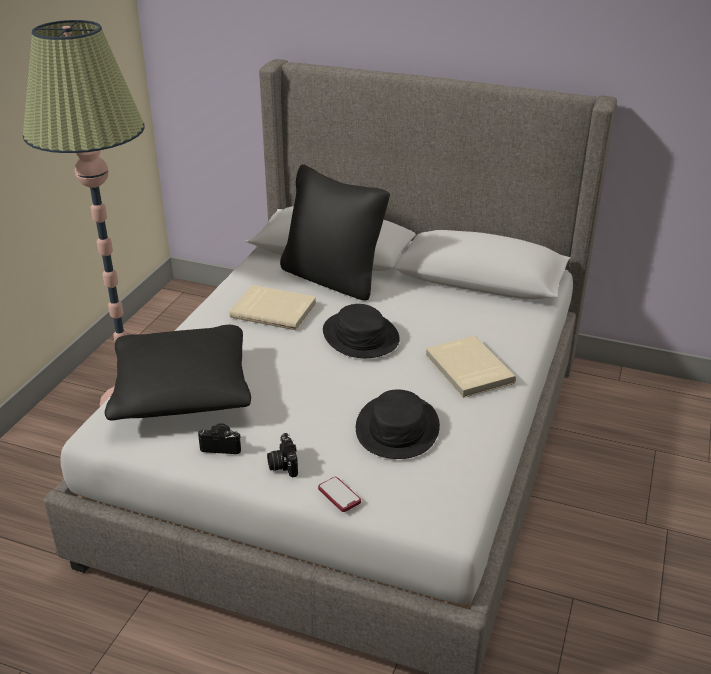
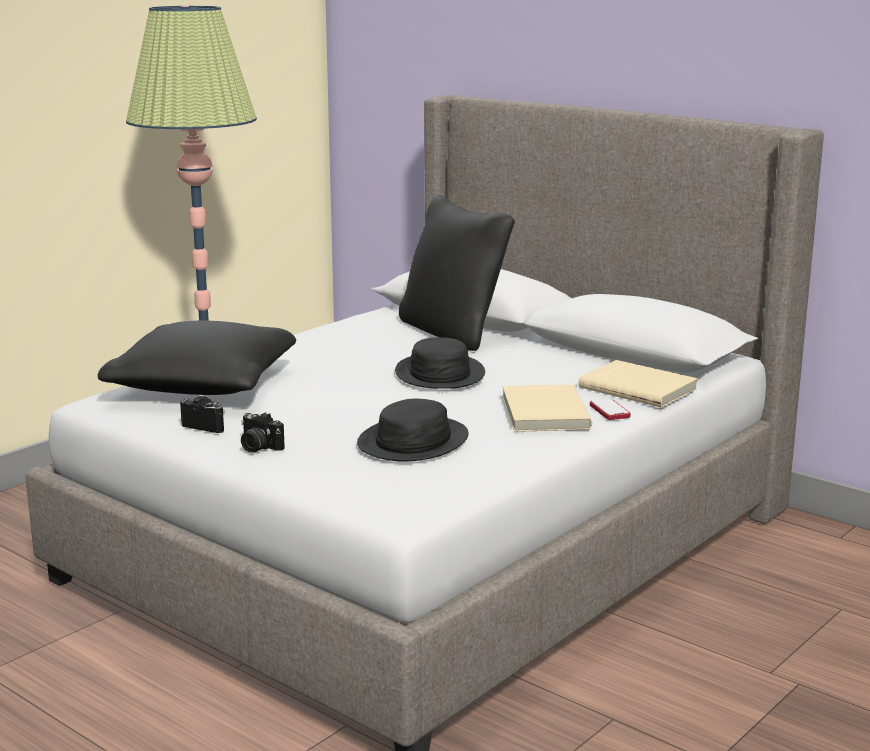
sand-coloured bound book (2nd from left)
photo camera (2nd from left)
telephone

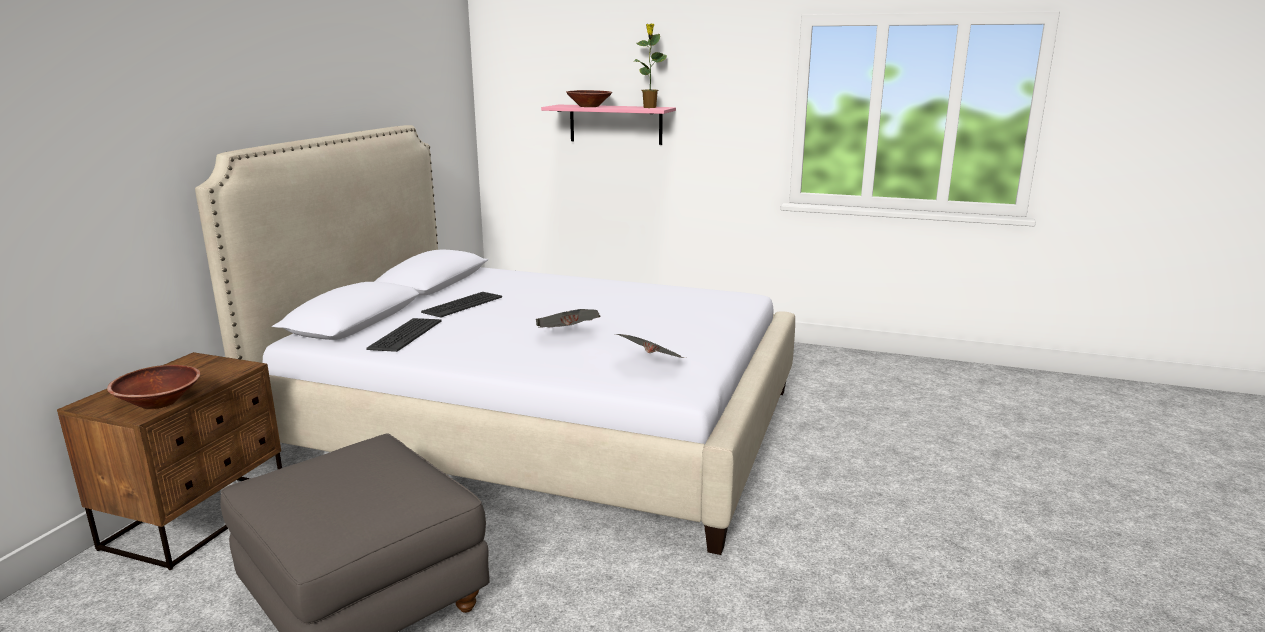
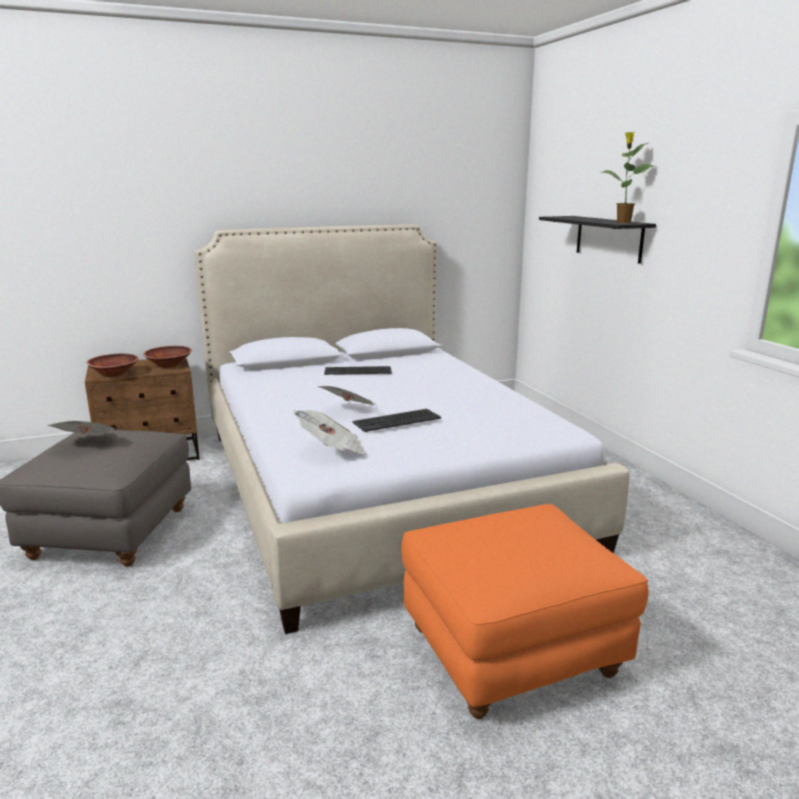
brown serving bowl (2nd from left)
black-coloured wall shelf
computer keyboard (2nd from left)
printed paper (1st from left)
orange-coloured pouffe

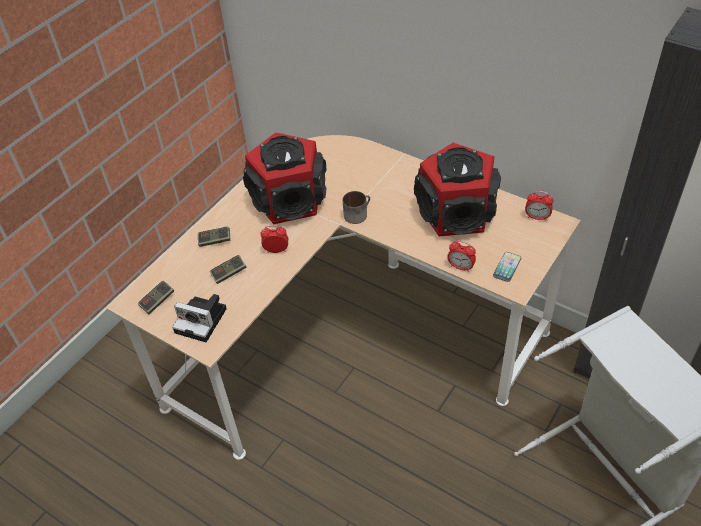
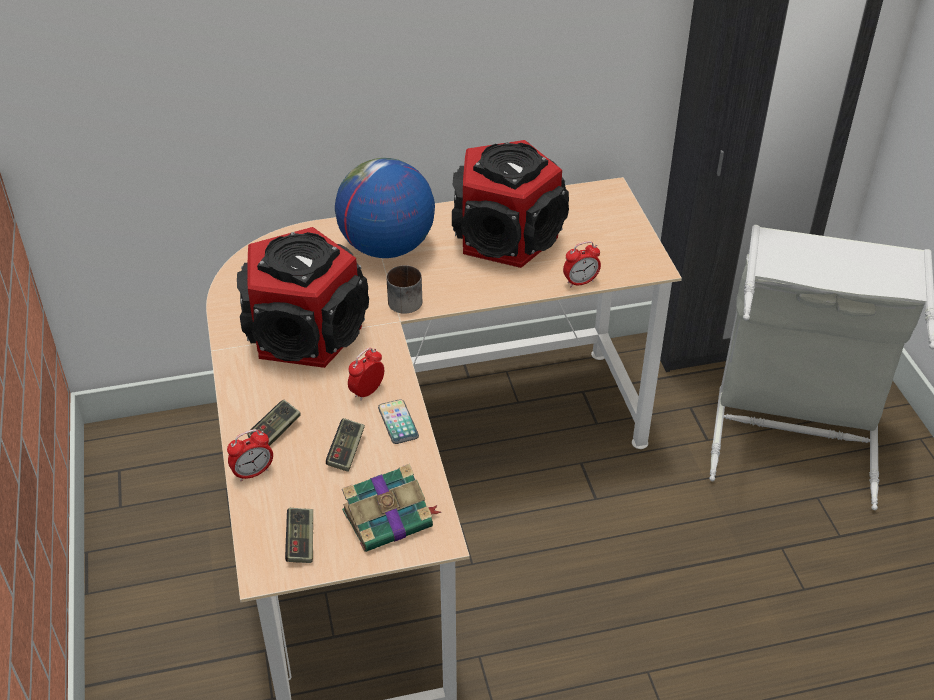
table clock (1st from left)
telephone
bound book
world globe

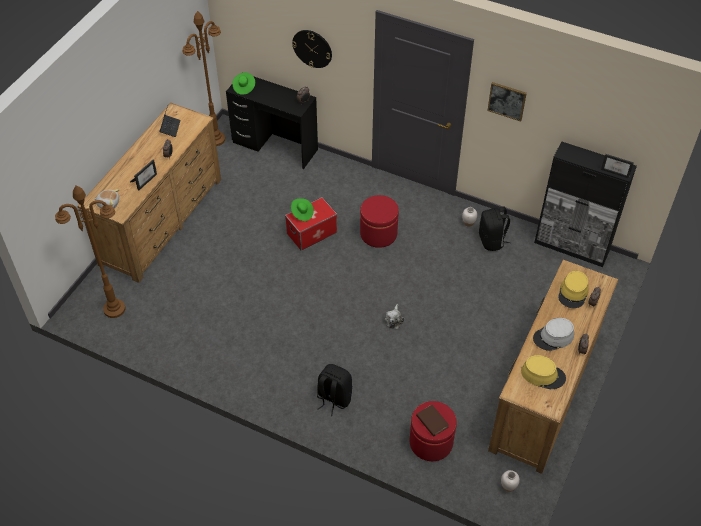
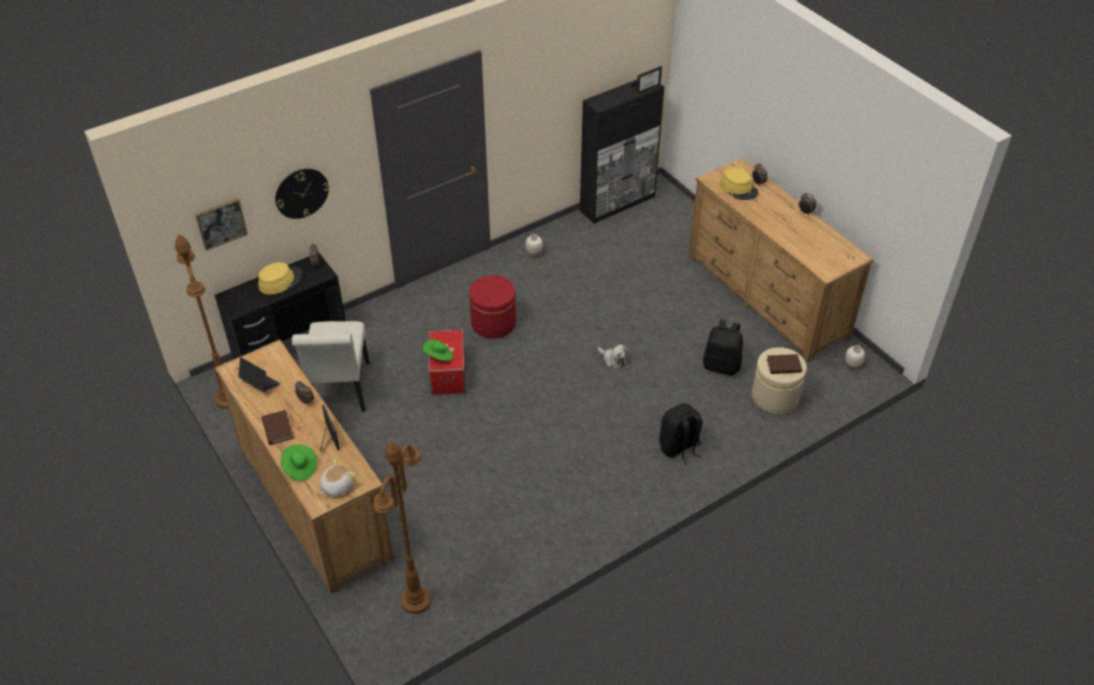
greenish clothing hat (1st from left)
wall art
black-coloured backpack (2nd from left)
gray clothing hat
yellow-coloured clothing hat (1st from left)
sand-coloured pouffe
white upright chair
brown bound book (1st from left)

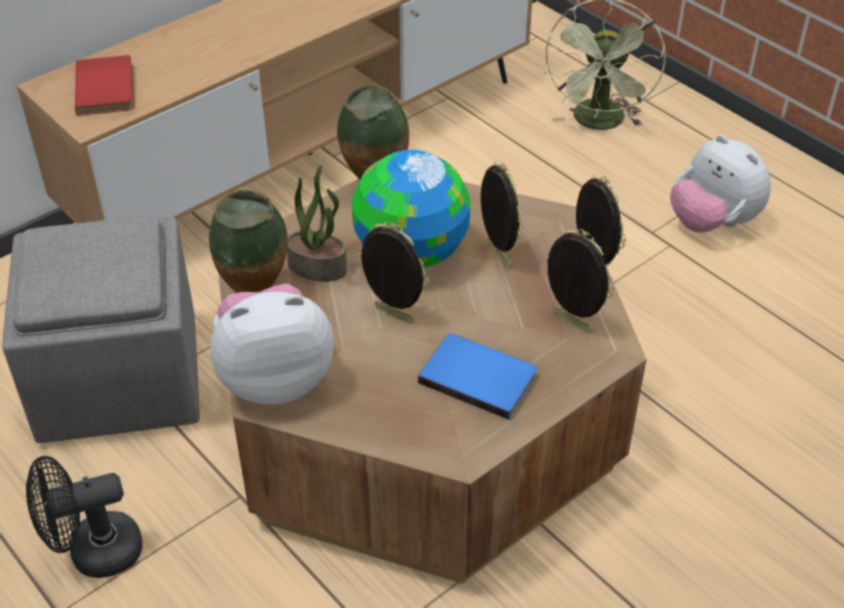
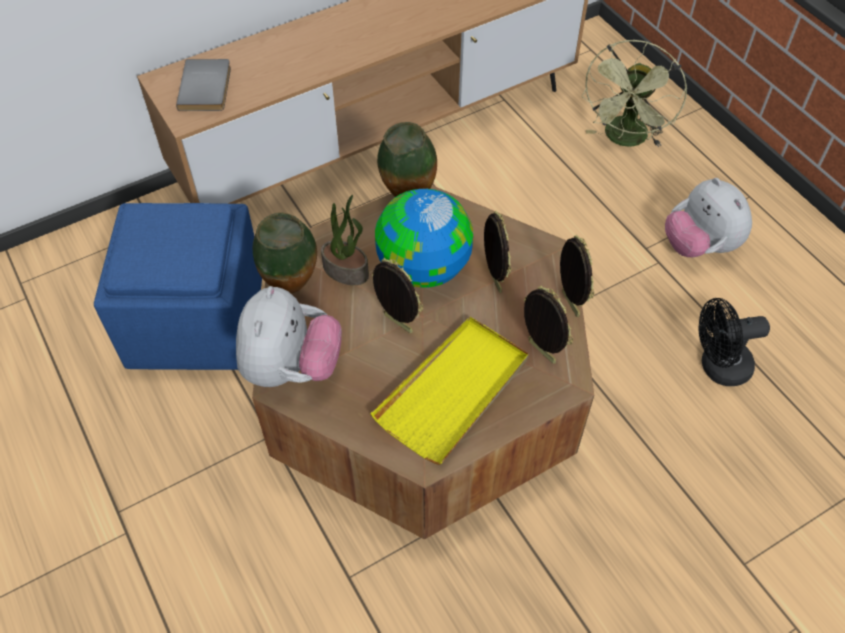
gray bound book
blue-coloured pouffe
cuddly toy (1st from left)
yellow-coloured carrying tray
black-coloured fan

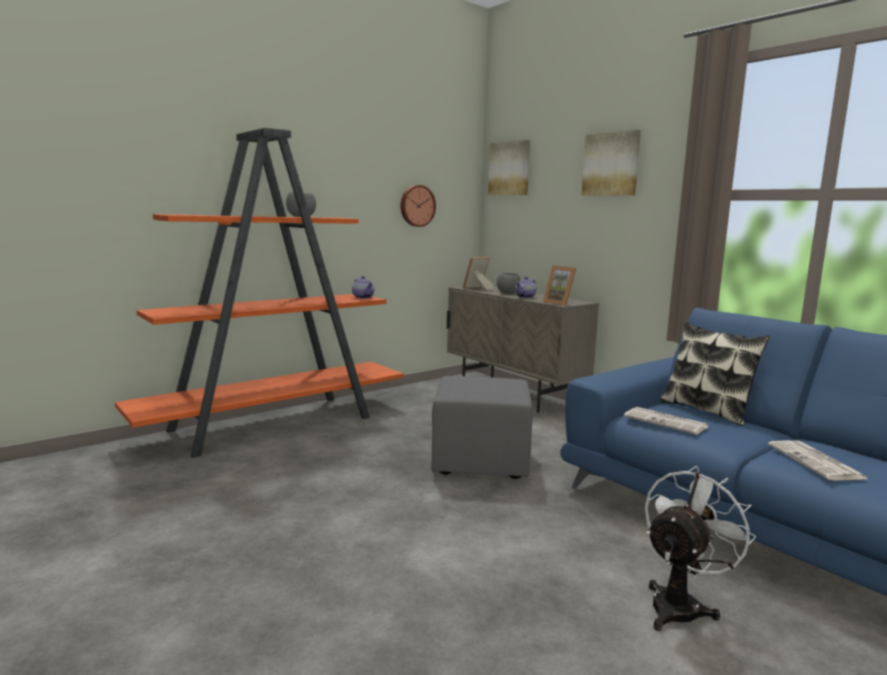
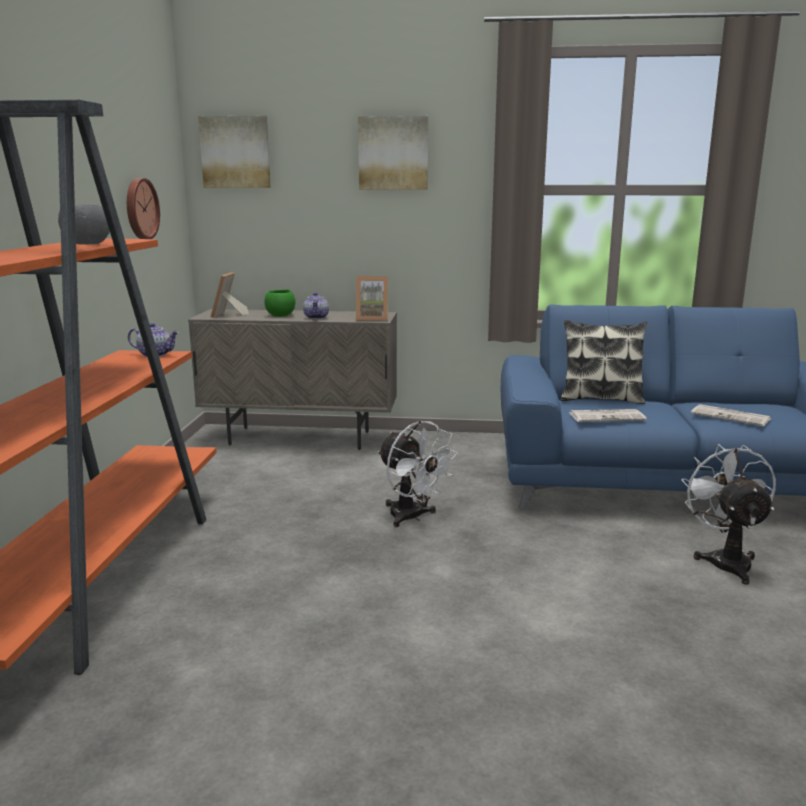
greenish serving bowl
white fan (1st from left)

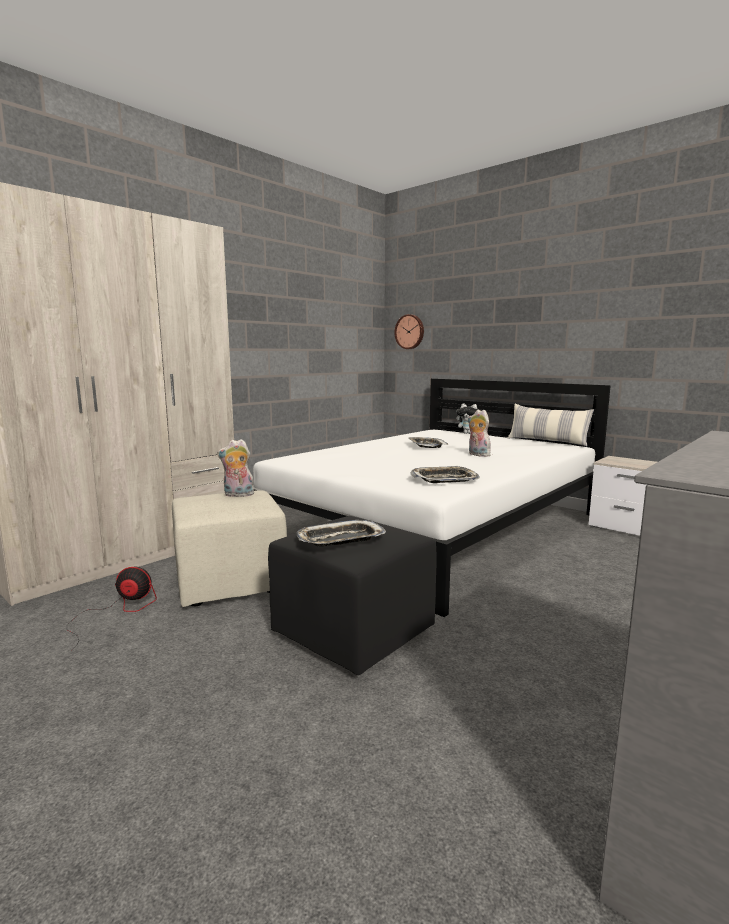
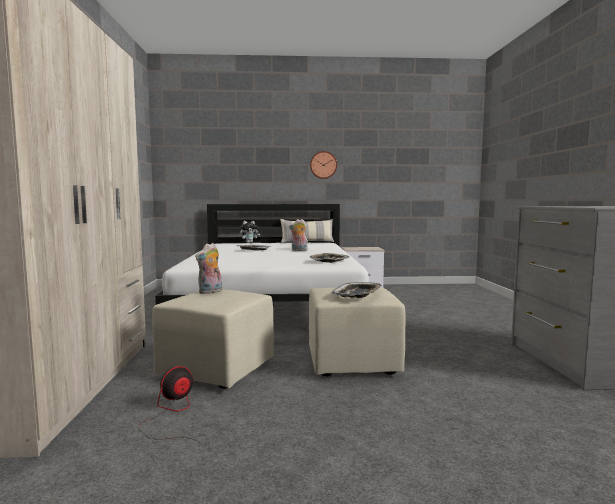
wall clock
sand-coloured pouffe (2nd from left)

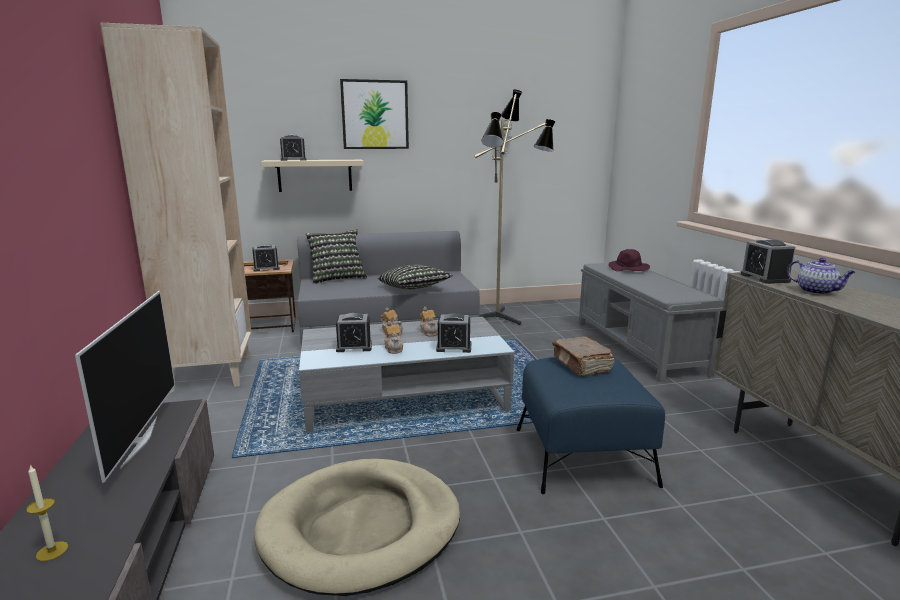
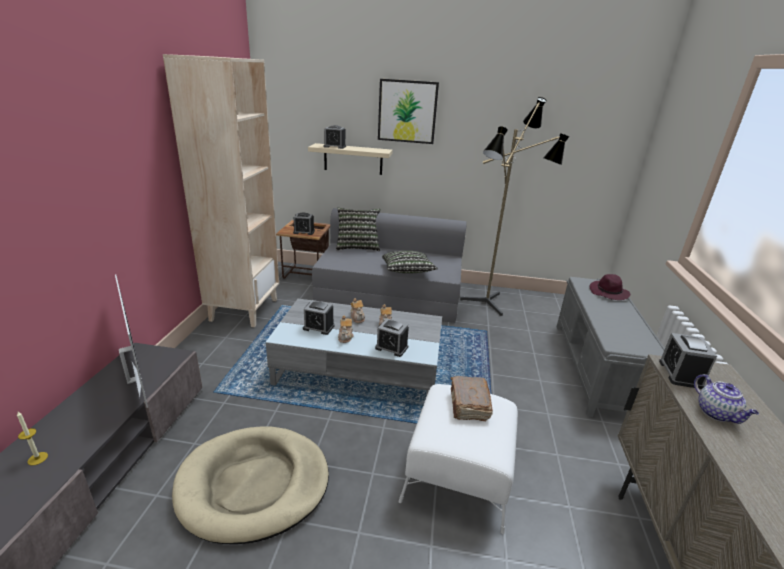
TV
white pouffe

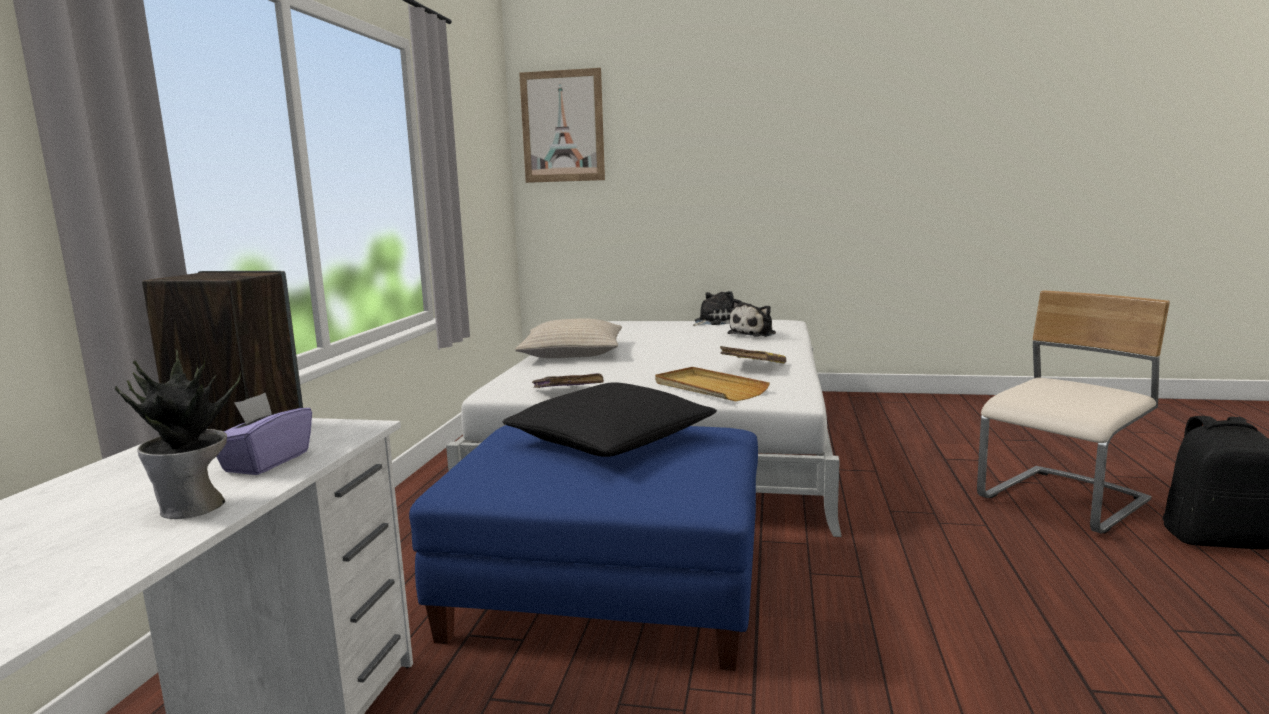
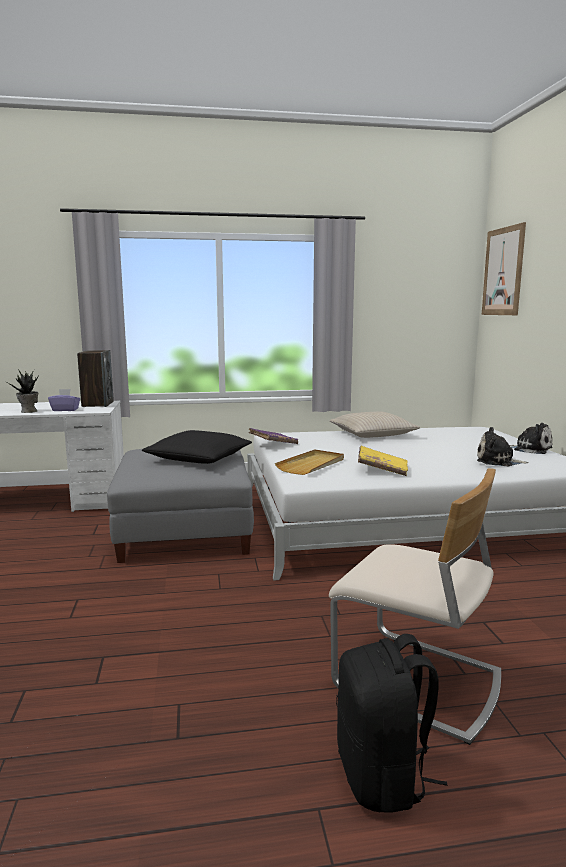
gray pouffe

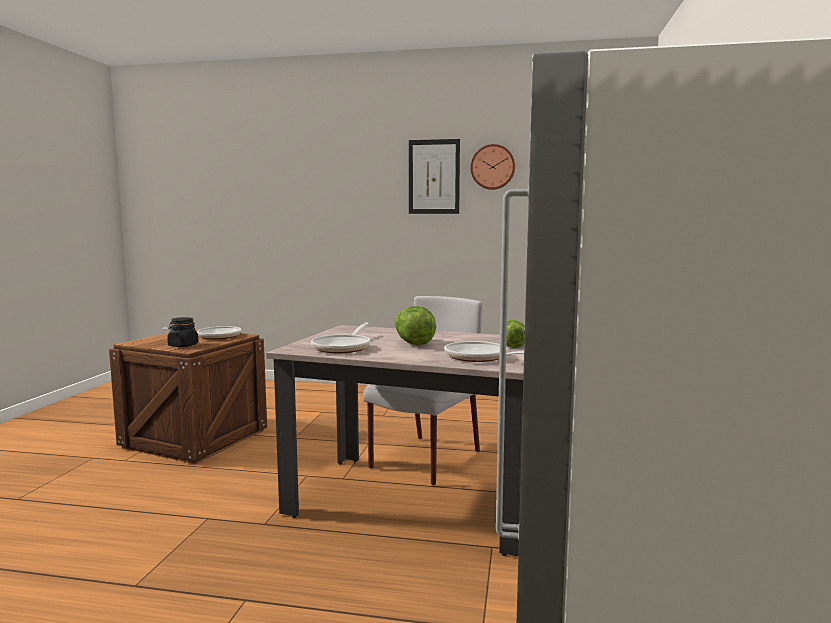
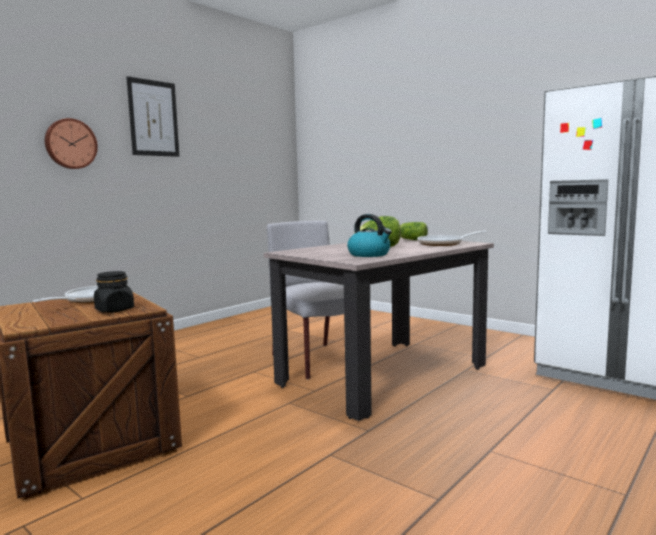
wall clock
kettle

